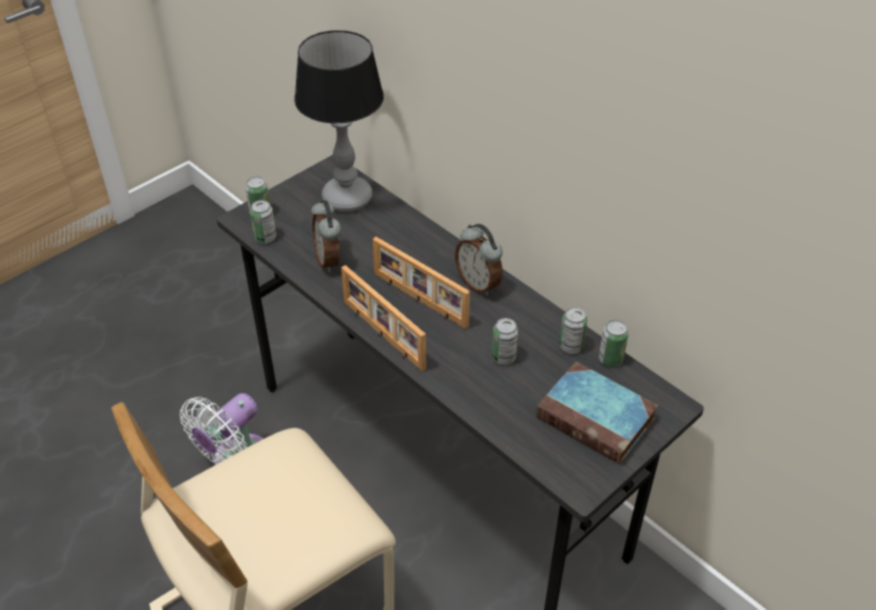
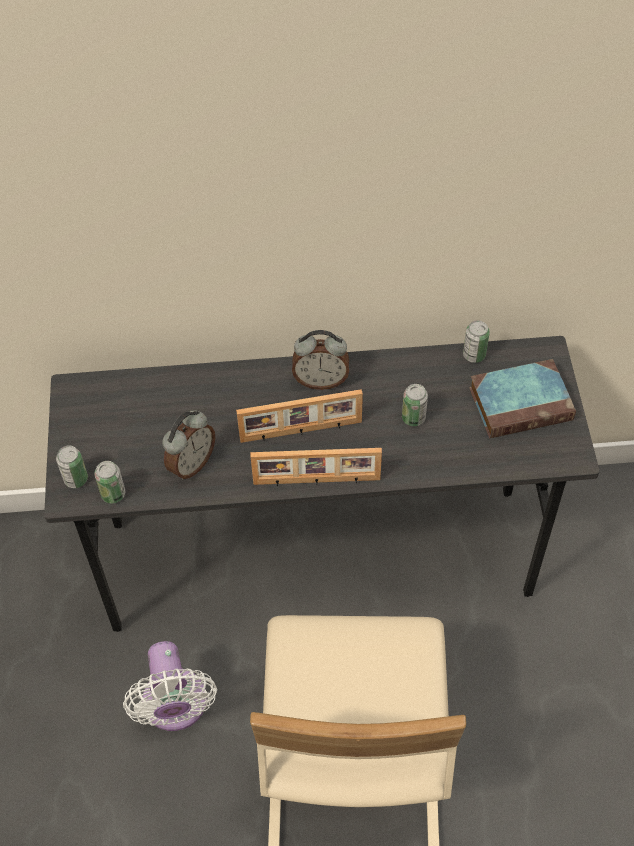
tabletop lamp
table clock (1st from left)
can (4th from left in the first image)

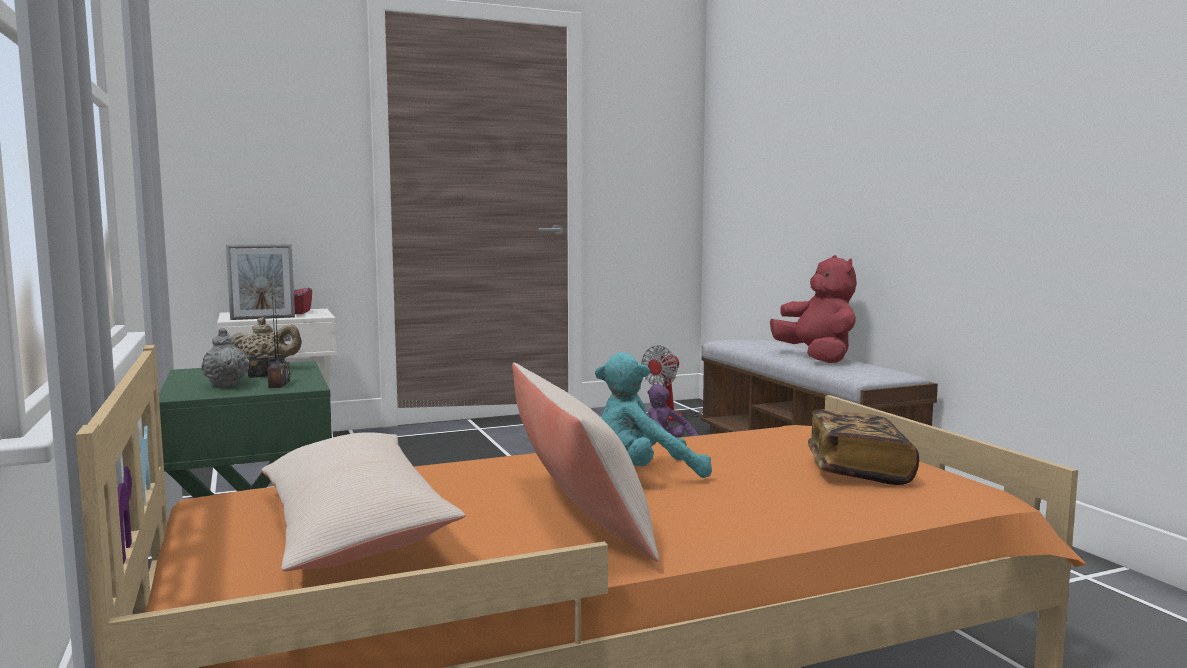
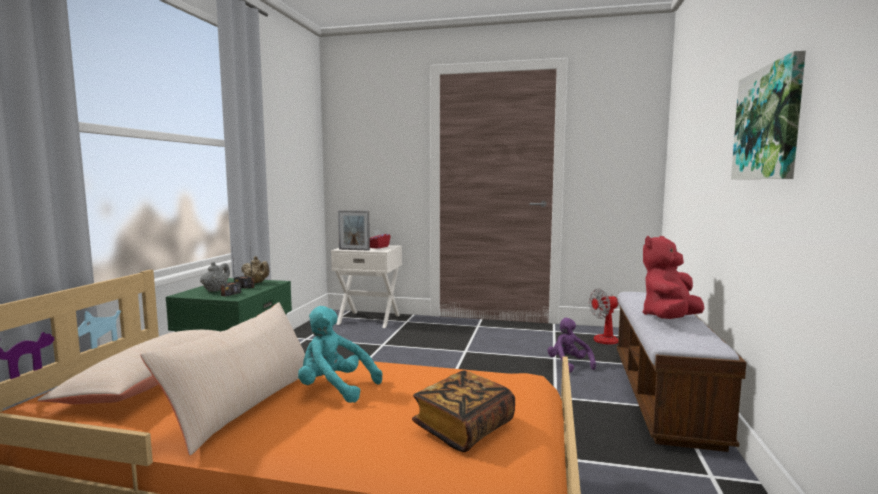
red-coloured cuddly toy
wall art

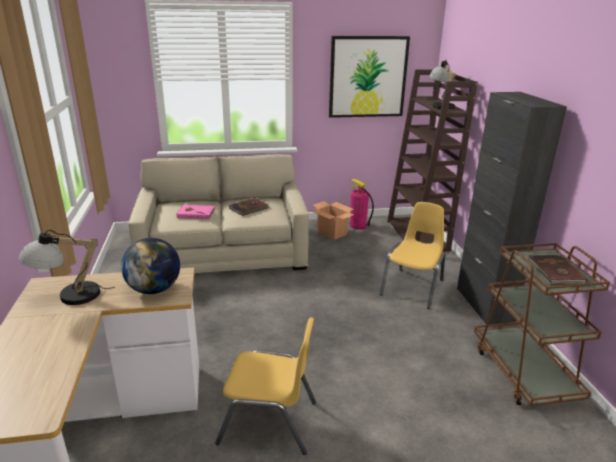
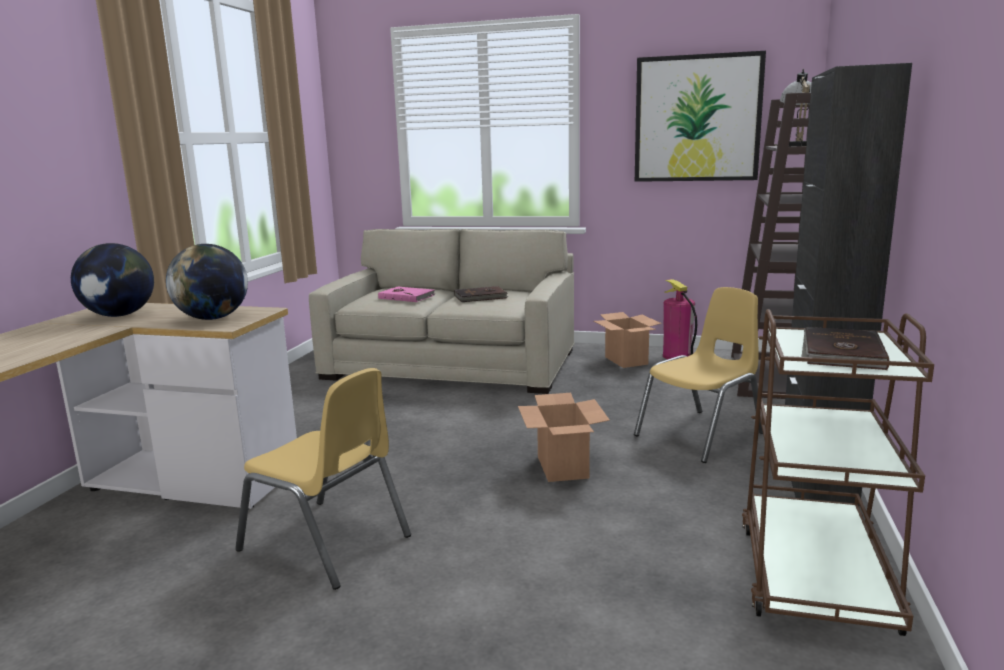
world globe (1st from left)
carton (1st from left)

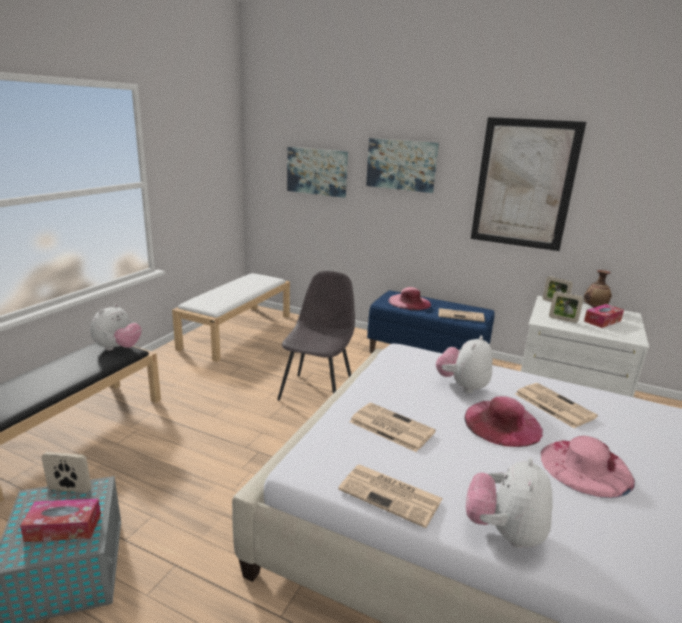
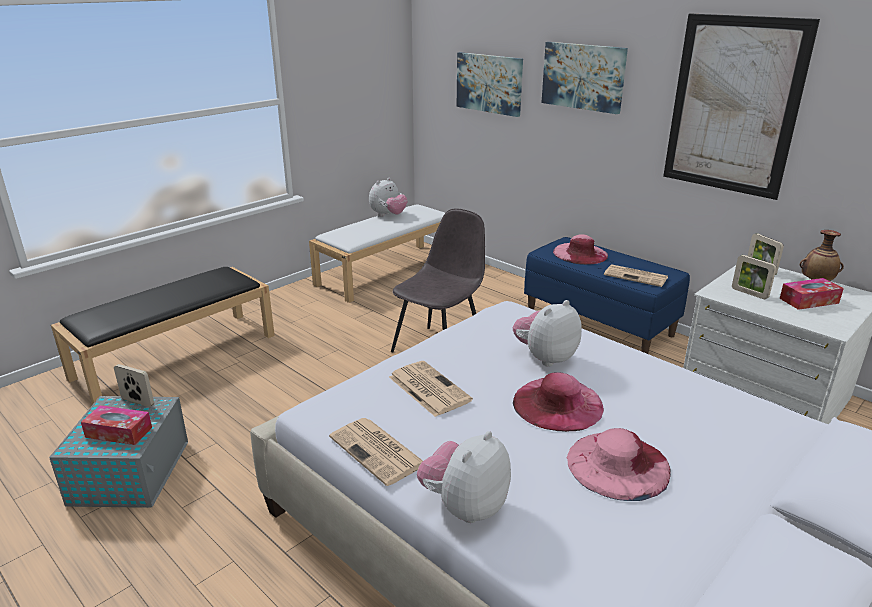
cuddly toy (1st from left)
printed paper (4th from left in the first image)

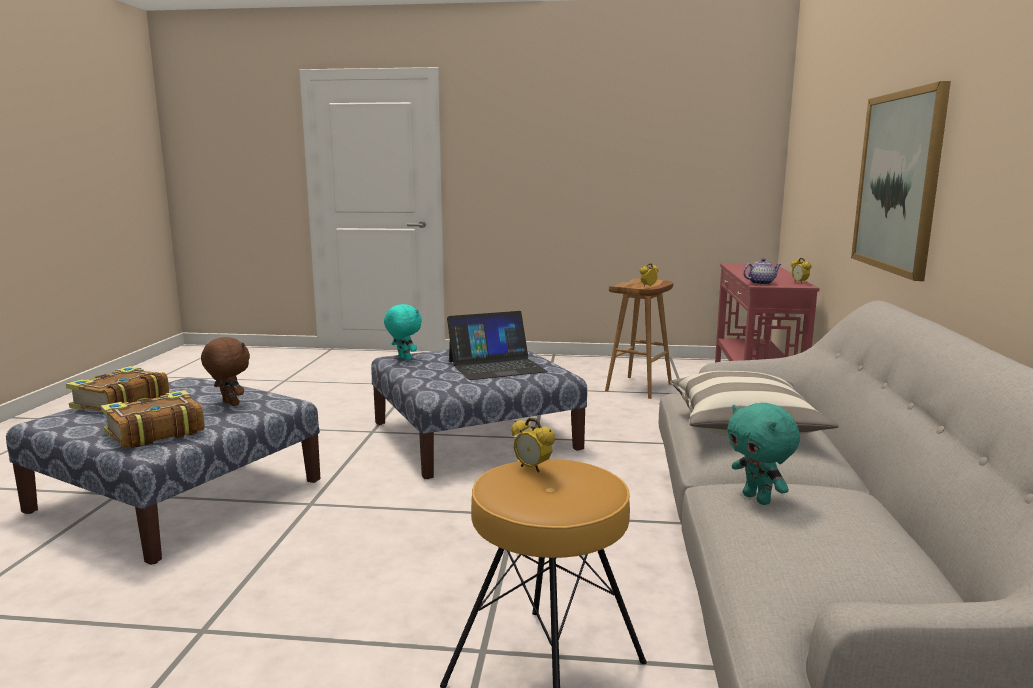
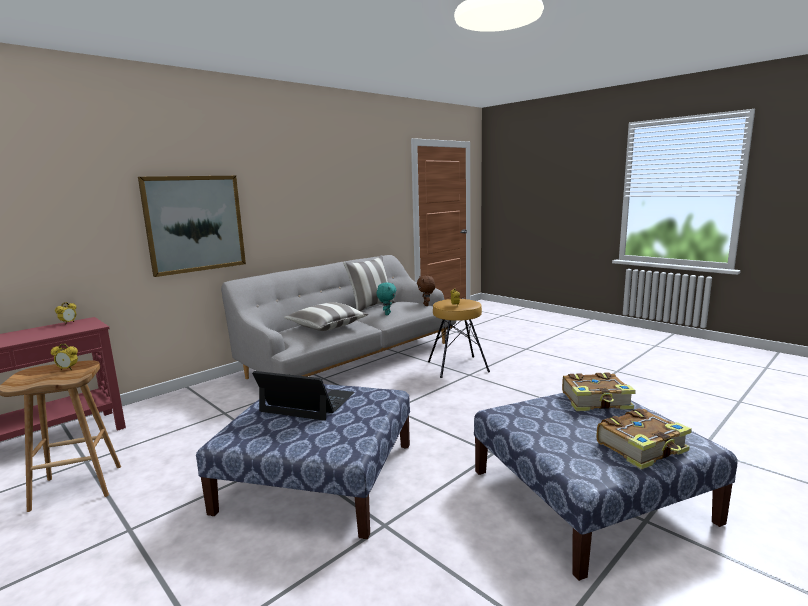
tea pot
blue-green cuddly toy (1st from left in the first image)
brown cuddly toy
pillow (2nd from left)

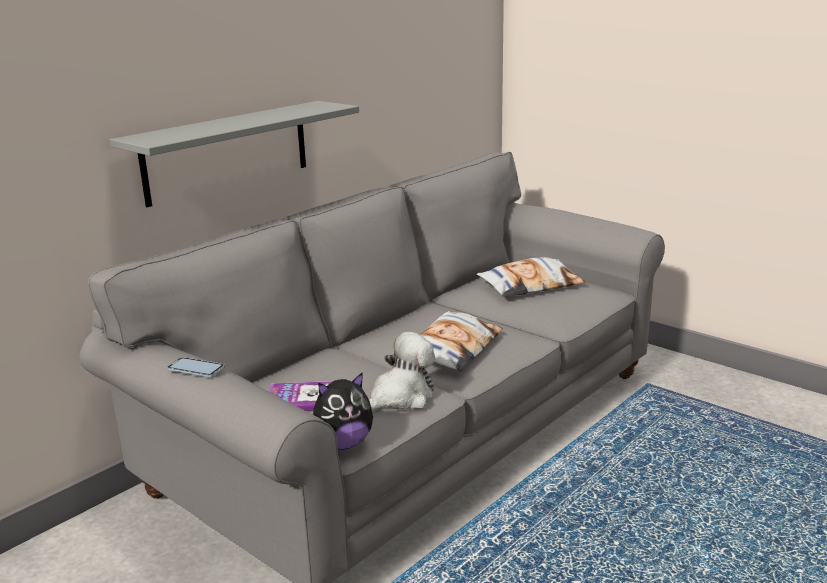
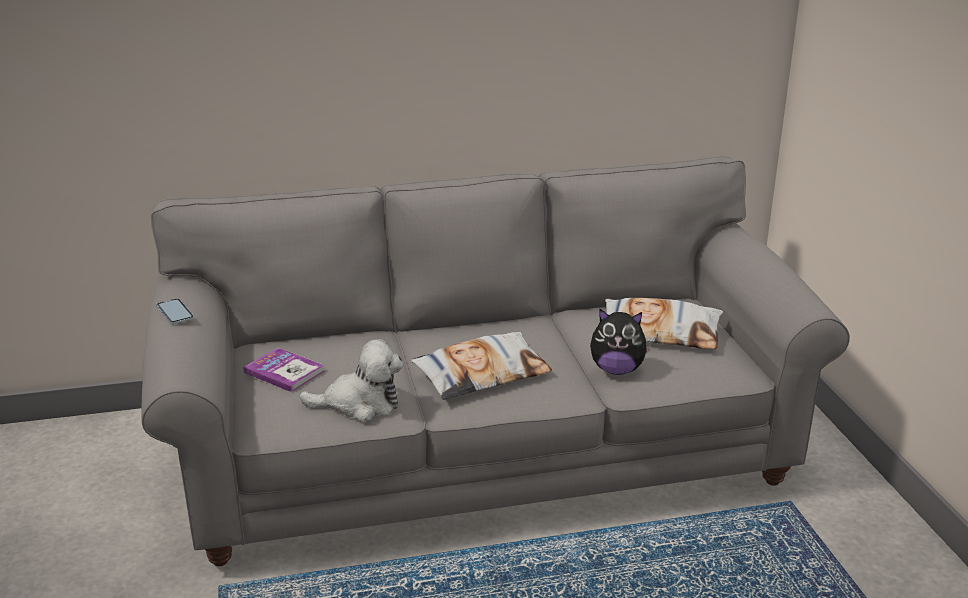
gray wall shelf
cuddly toy (2nd from left)

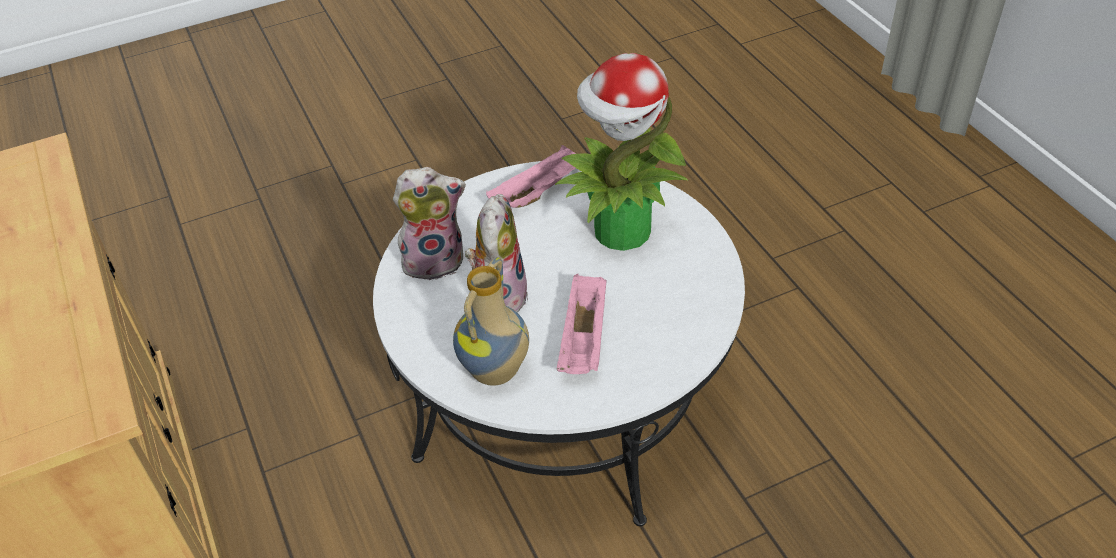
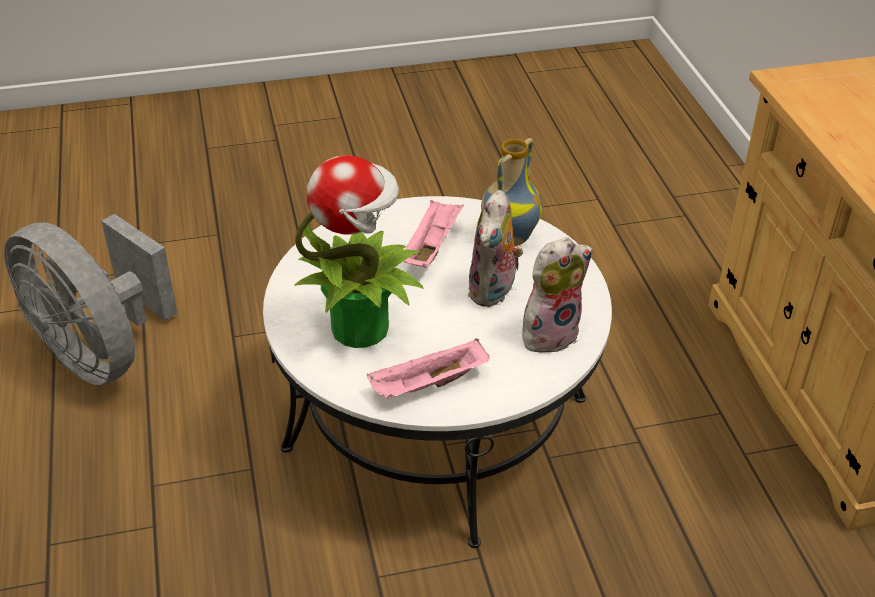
cuddly toy (2nd from left)
gray fan

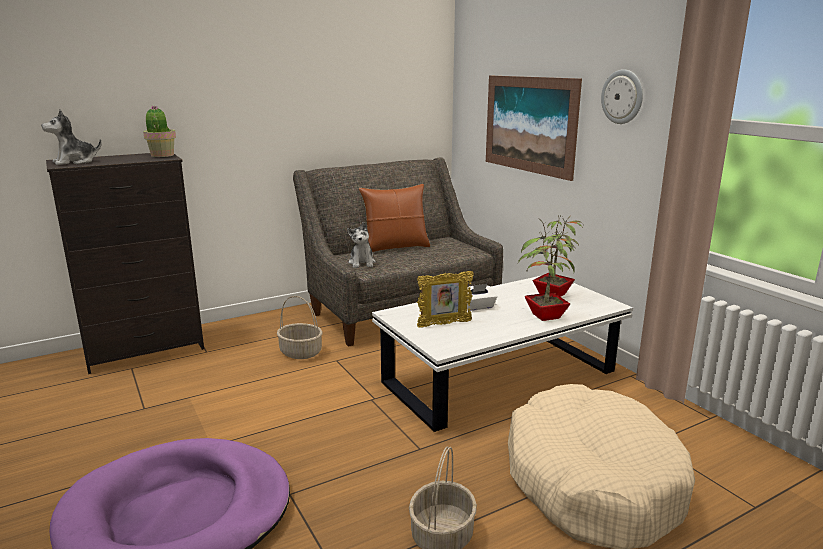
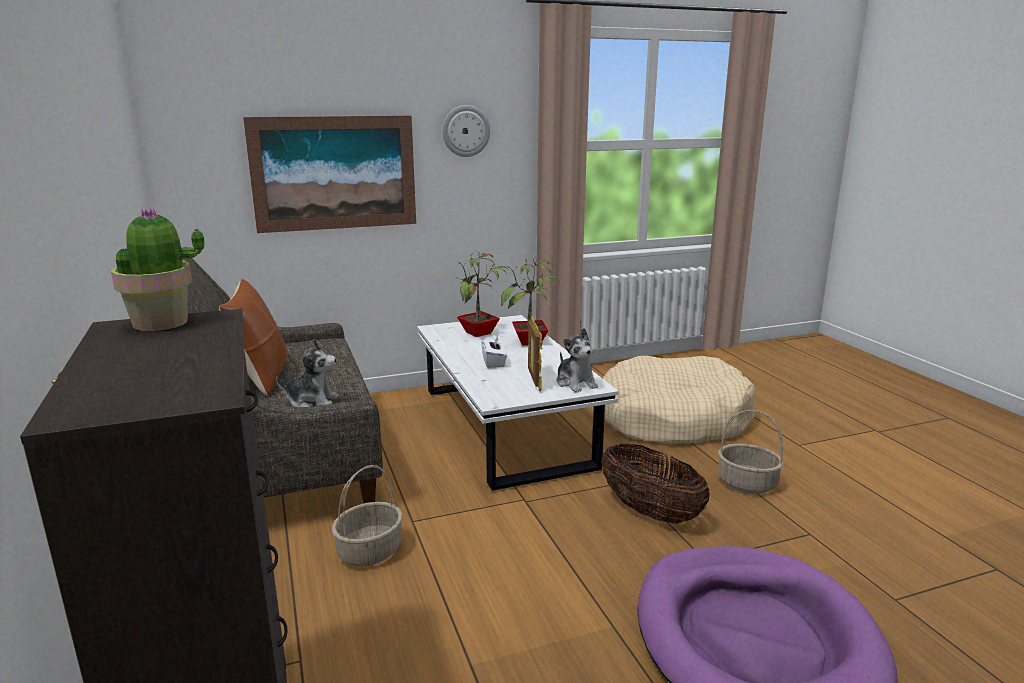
cuddly toy (2nd from left)
basket (2nd from left)

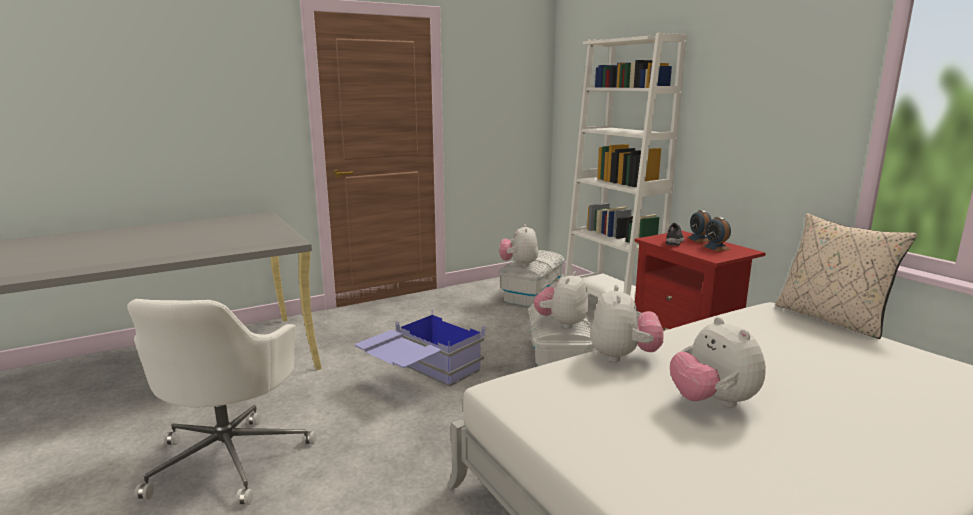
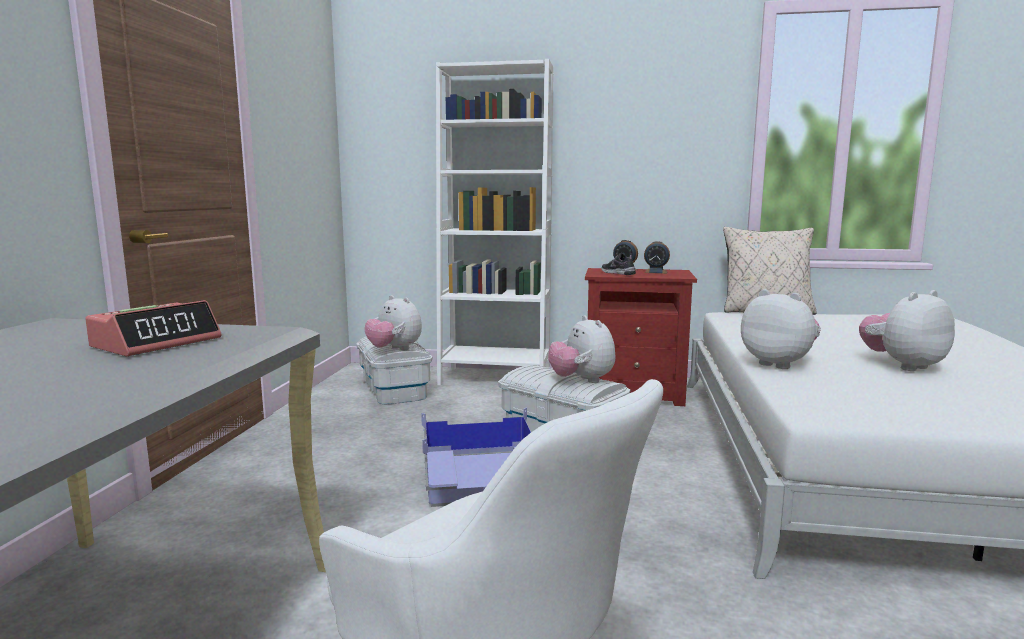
cuddly toy (4th from left)
table clock (1st from left)

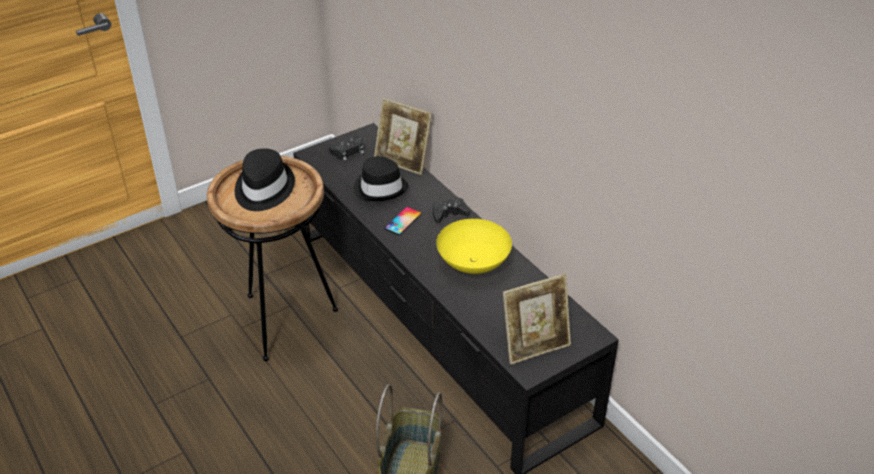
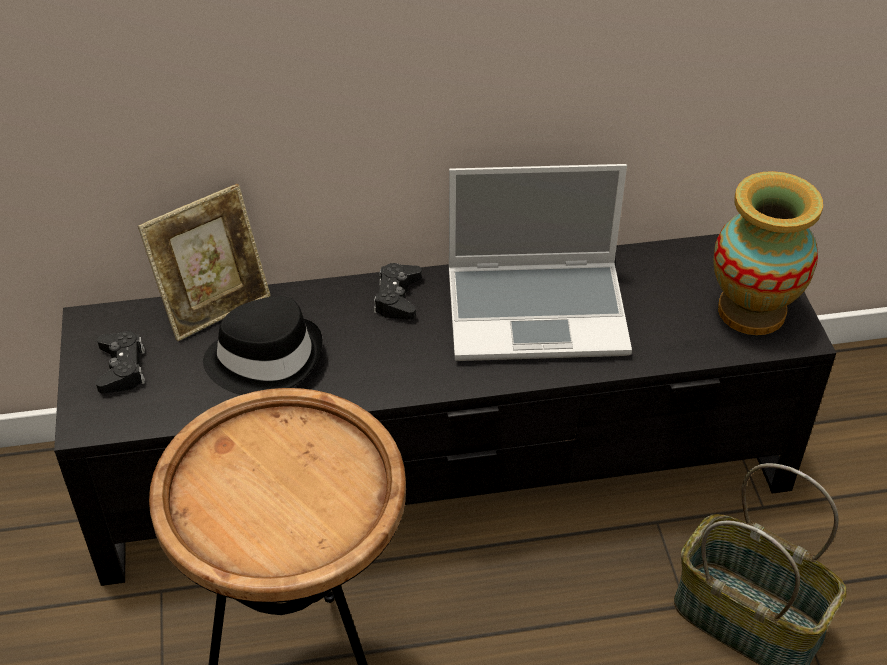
black-coloured clothing hat (1st from left in the first image)
telephone
laptop
flower vase

